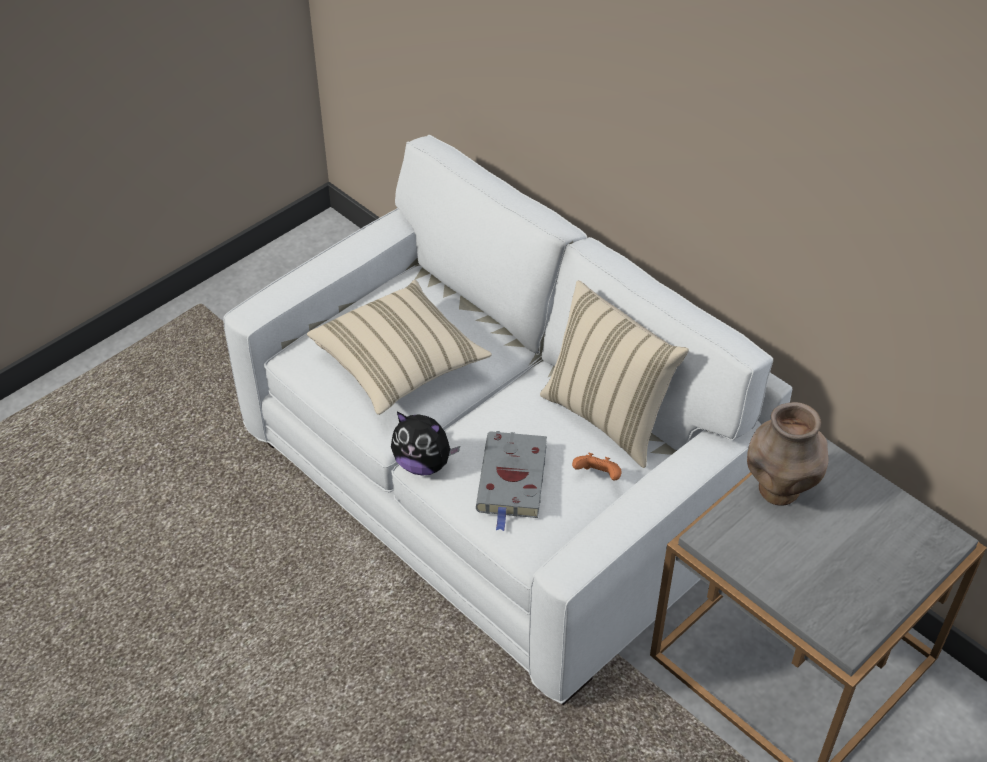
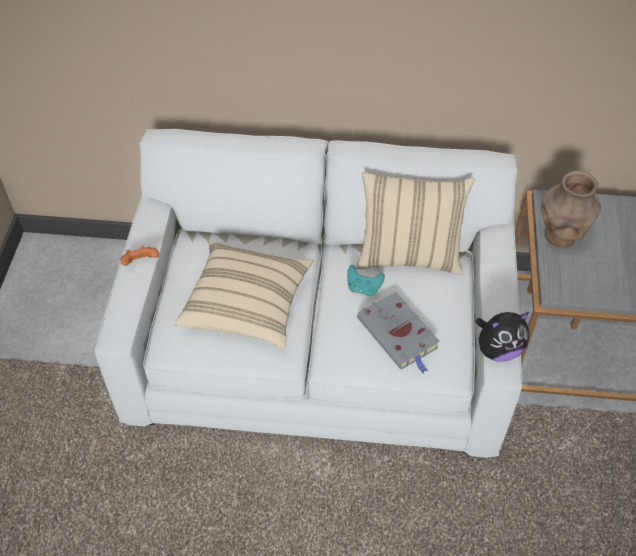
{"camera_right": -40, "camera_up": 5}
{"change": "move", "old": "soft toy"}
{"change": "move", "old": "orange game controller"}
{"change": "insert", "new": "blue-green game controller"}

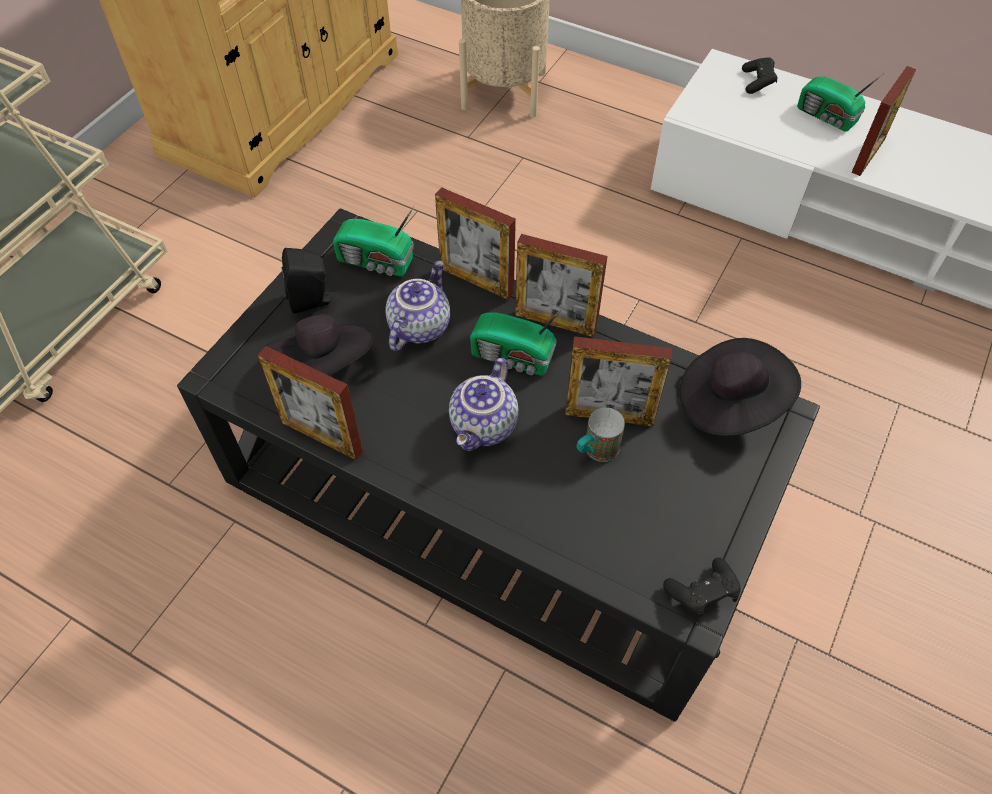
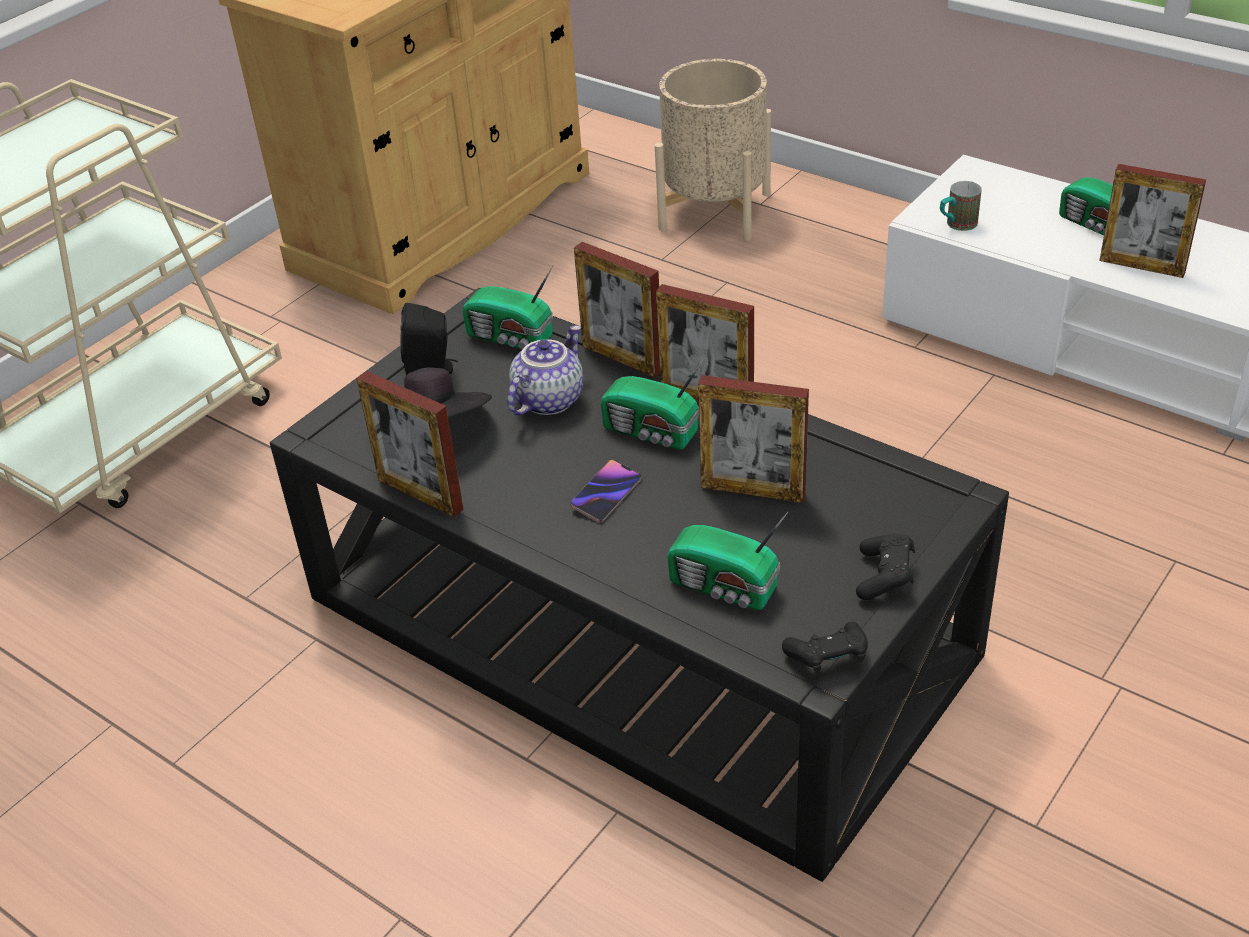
{"camera_right": 10, "camera_up": -15}
{"change": "replace", "old": "pot for tea (2nd from left)", "new": "phone"}
{"change": "move", "old": "coffee mug"}
{"change": "delete", "old": "black-coloured hat (2nd from left)"}
{"change": "move", "old": "black-coloured game controller (2nd from left)"}
{"change": "rotate", "old": "standing frame (5th from left)", "degrees": 75}
{"change": "insert", "new": "radio receiver (3rd from left)"}

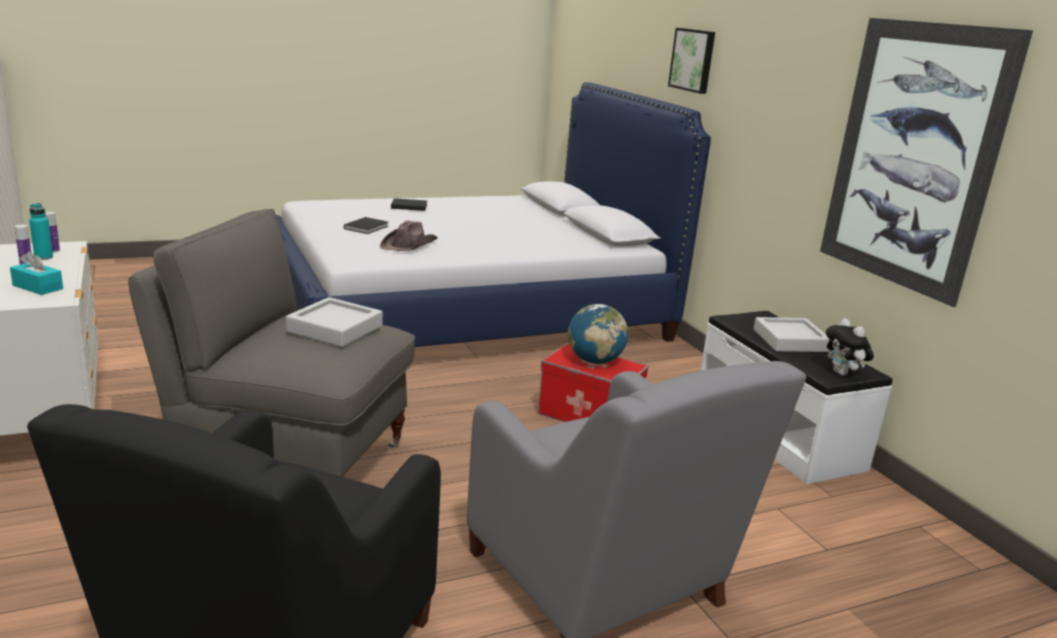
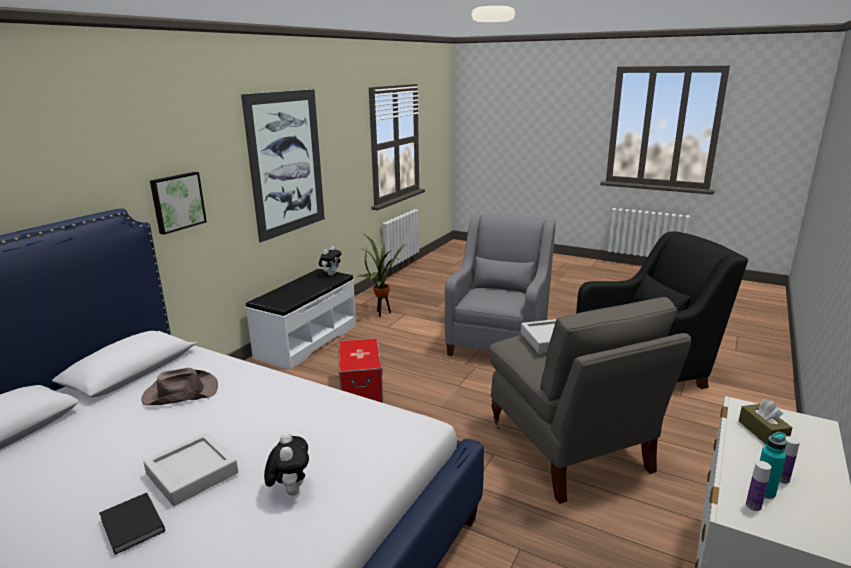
{"camera_right": -125, "camera_up": 0}
{"change": "recolor", "old": "blue-green tissue holder", "new": "brownish tissue holder"}
{"change": "replace", "old": "black-coloured volume (1st from left)", "new": "soft toy (1st from left)"}
{"change": "move", "old": "brownish hat"}
{"change": "delete", "old": "desk globe"}
{"change": "move", "old": "wall art (1st from left)"}
{"change": "move", "old": "grey tray (2nd from left in the first image)", "new": "grey tray (1st from left)"}
{"change": "insert", "new": "plant in a pot"}

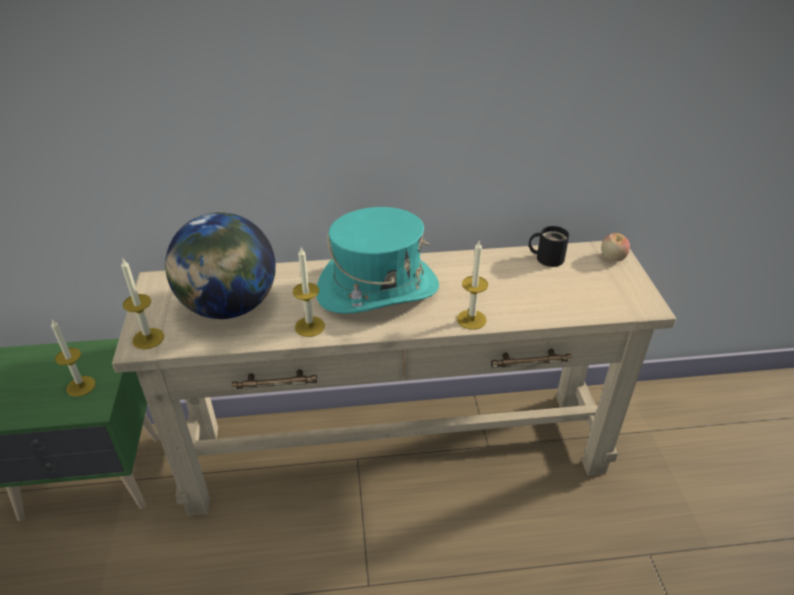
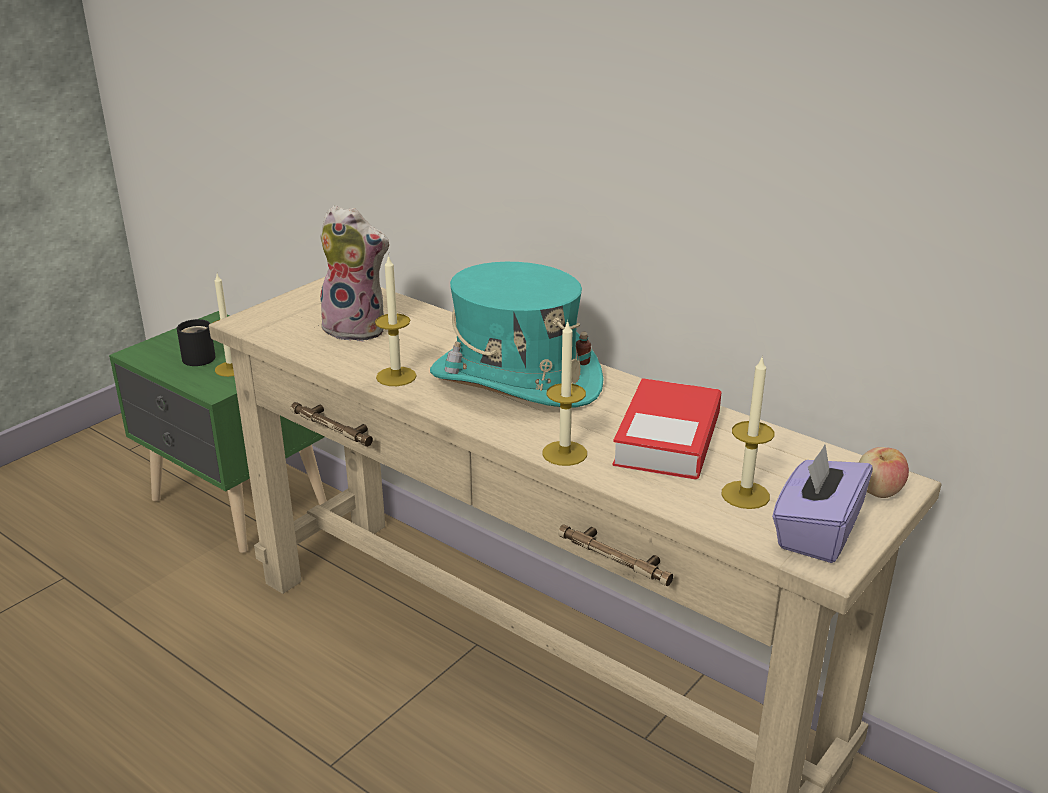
{"camera_right": 45, "camera_up": -10}
{"change": "move", "old": "wax light (2nd from left in the first image)", "new": "wax light (4th from left)"}
{"change": "replace", "old": "desk globe", "new": "soft toy"}
{"change": "move", "old": "black-coloured coffee mug"}
{"change": "insert", "new": "volume"}
{"change": "insert", "new": "purplish tissue holder"}

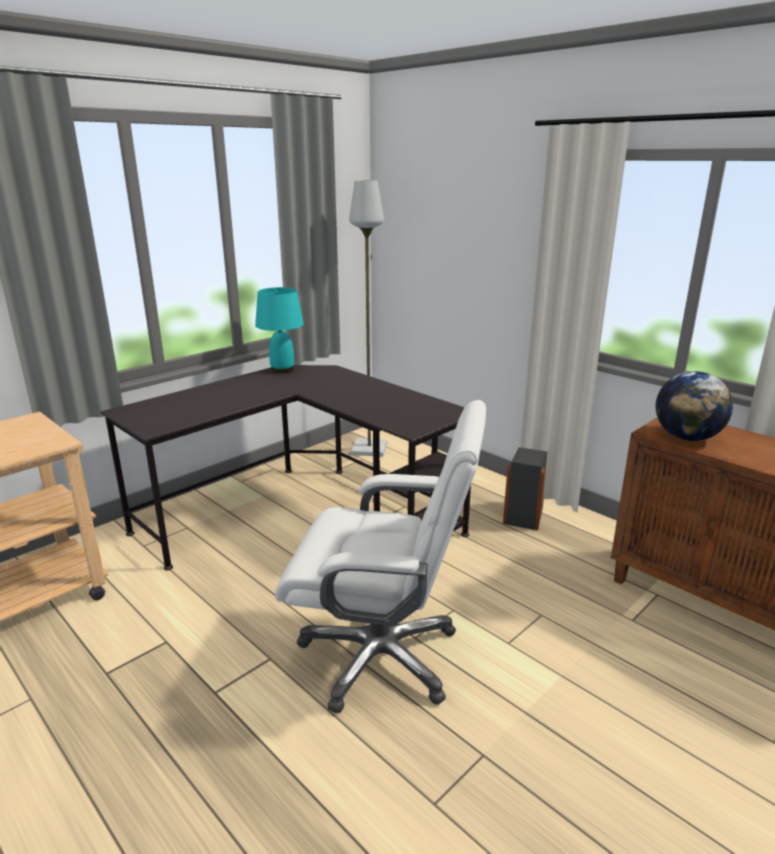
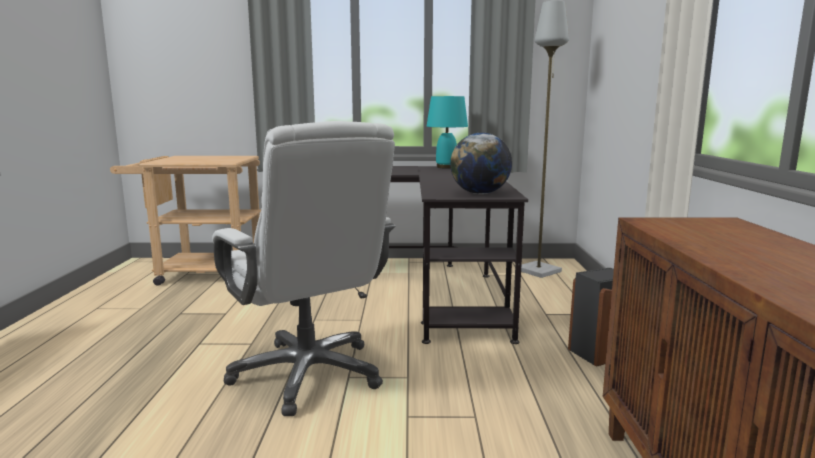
{"camera_right": 45, "camera_up": -10}
{"change": "move", "old": "desk globe"}

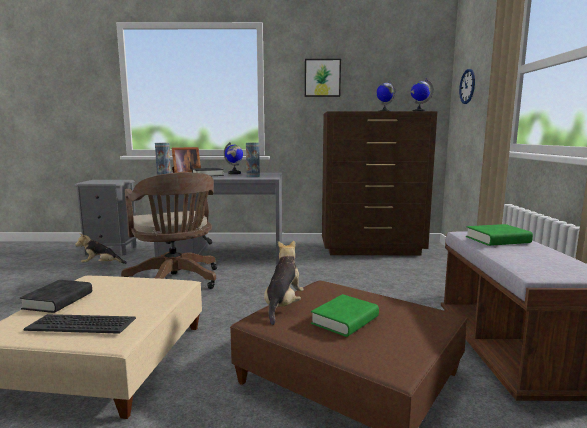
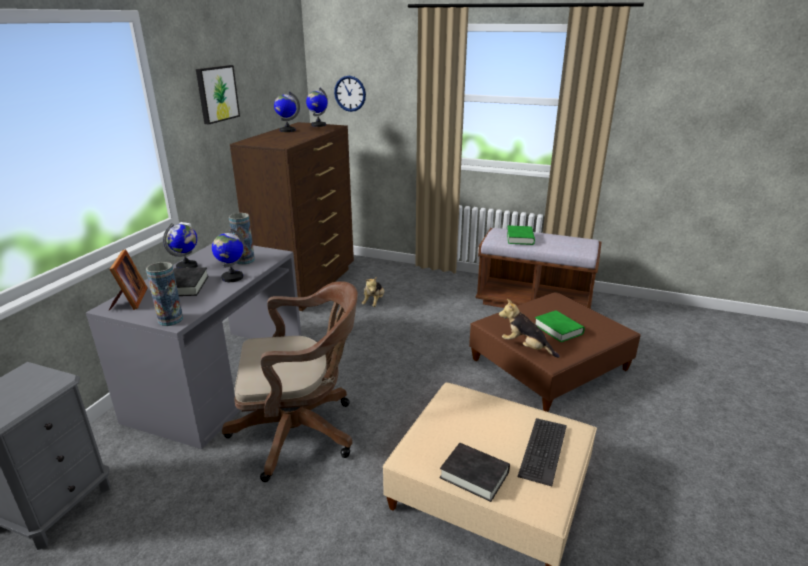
{"camera_right": -70, "camera_up": 15}
{"change": "move", "old": "soft toy (1st from left)"}
{"change": "insert", "new": "desk globe (2nd from left)"}

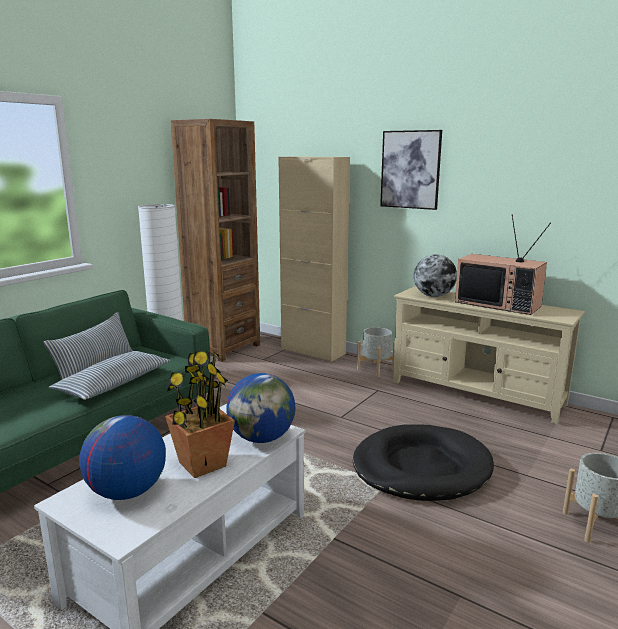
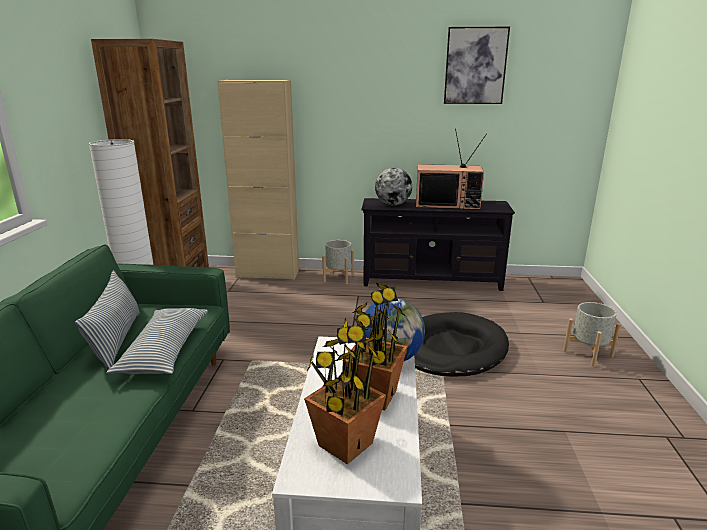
{"camera_right": -30, "camera_up": 5}
{"change": "replace", "old": "desk globe (1st from left)", "new": "plant in a pot (1st from left)"}
{"change": "move", "old": "wall art"}
{"change": "recolor", "old": "beige media console", "new": "black-coloured media console"}

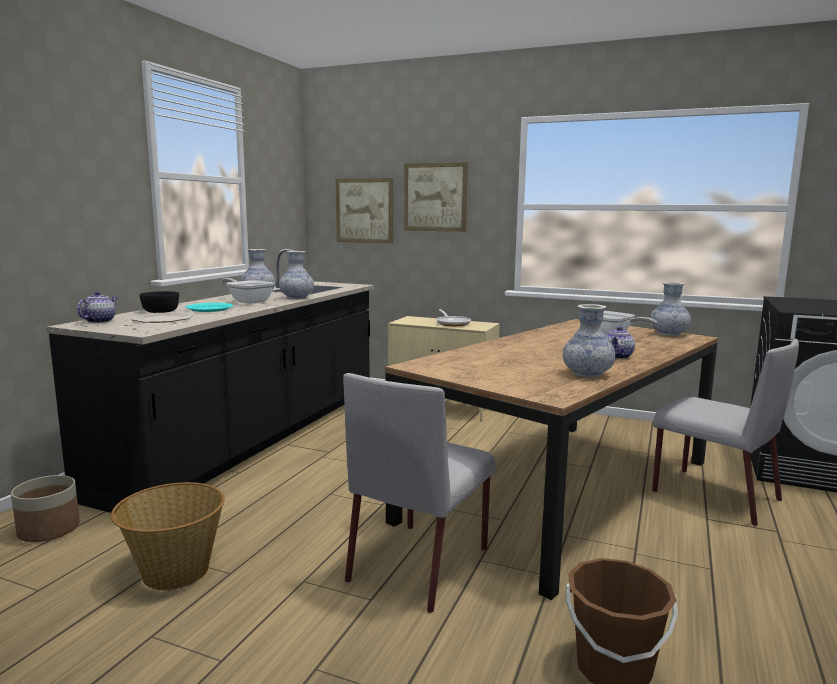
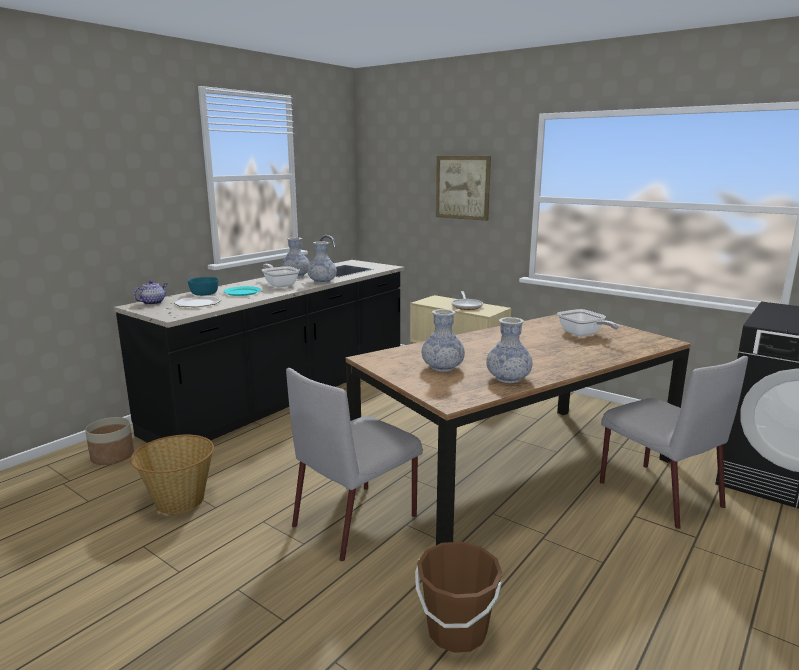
{"camera_right": 15, "camera_up": 5}
{"change": "recolor", "old": "black-coloured bowl", "new": "blue-green bowl"}
{"change": "delete", "old": "wall art (1st from left)"}
{"change": "delete", "old": "pot for tea (2nd from left)"}
{"change": "move", "old": "flower vase (4th from left in the first image)", "new": "flower vase (3rd from left)"}

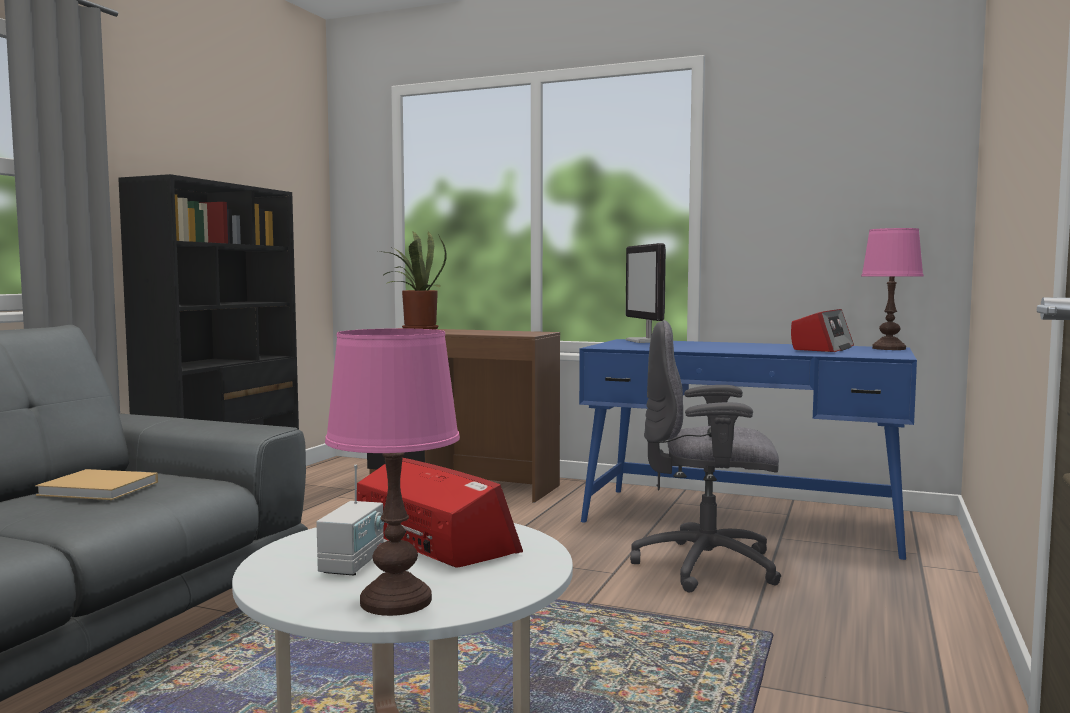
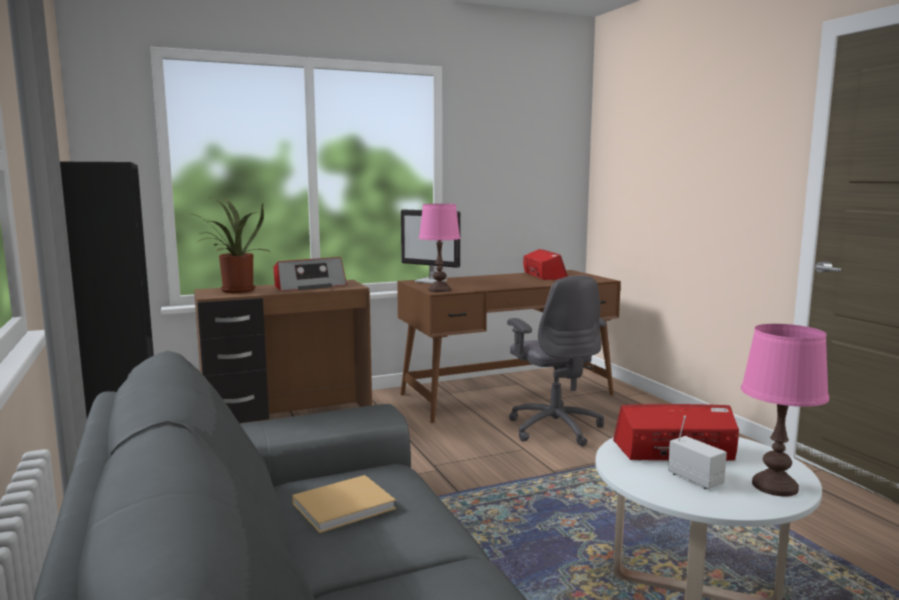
{"camera_right": -45, "camera_up": 5}
{"change": "recolor", "old": "blue-coloured desk table", "new": "brownish desk table (2nd from left)"}
{"change": "rotate", "old": "grey desk chair", "degrees": -75}
{"change": "move", "old": "pink table lamp (2nd from left in the first image)", "new": "pink table lamp (1st from left)"}
{"change": "insert", "new": "radio receiver (1st from left)"}

